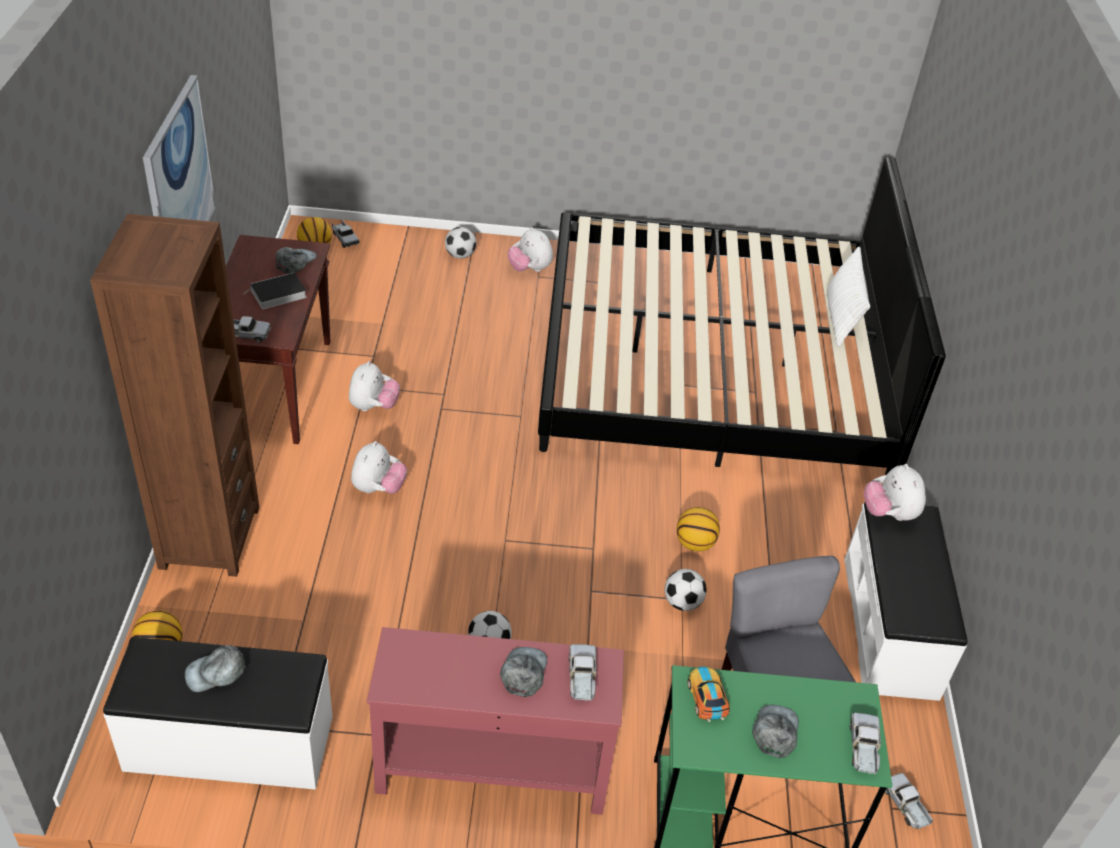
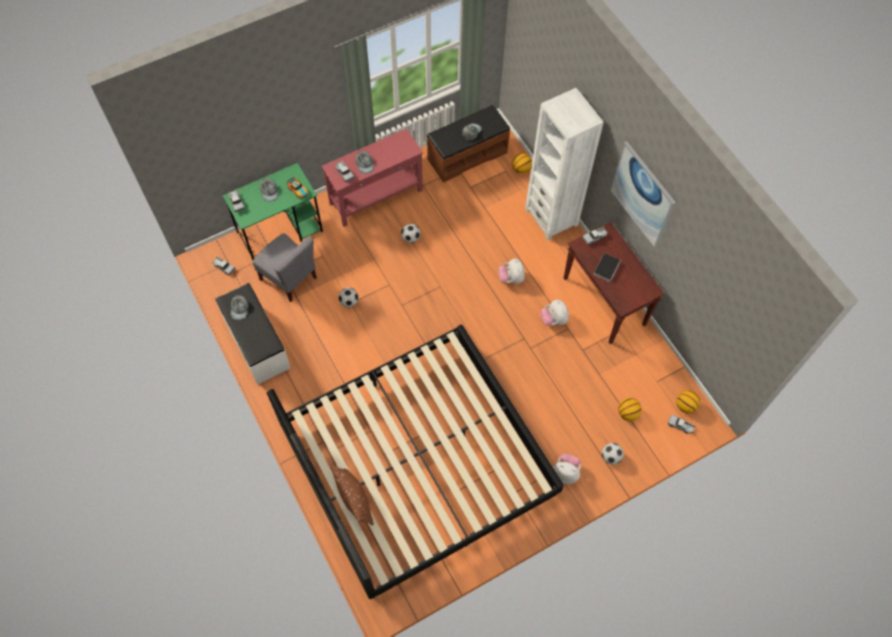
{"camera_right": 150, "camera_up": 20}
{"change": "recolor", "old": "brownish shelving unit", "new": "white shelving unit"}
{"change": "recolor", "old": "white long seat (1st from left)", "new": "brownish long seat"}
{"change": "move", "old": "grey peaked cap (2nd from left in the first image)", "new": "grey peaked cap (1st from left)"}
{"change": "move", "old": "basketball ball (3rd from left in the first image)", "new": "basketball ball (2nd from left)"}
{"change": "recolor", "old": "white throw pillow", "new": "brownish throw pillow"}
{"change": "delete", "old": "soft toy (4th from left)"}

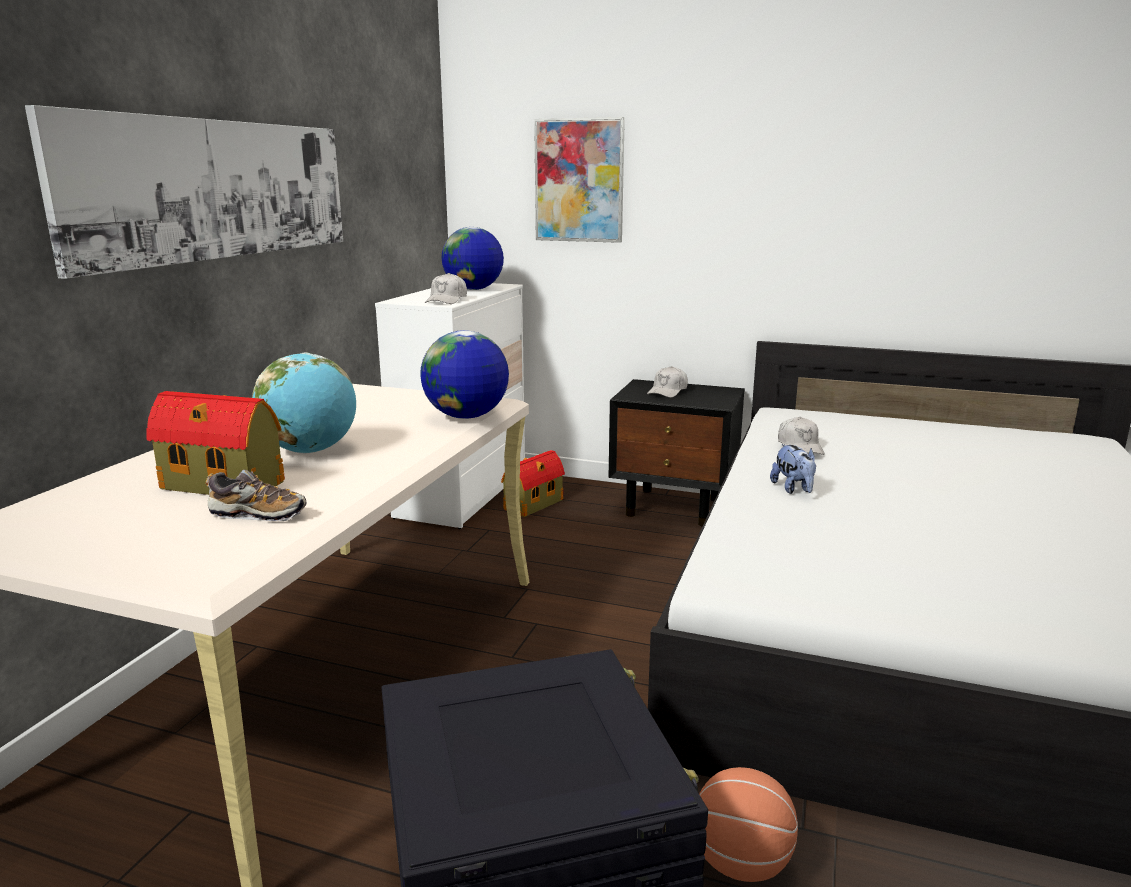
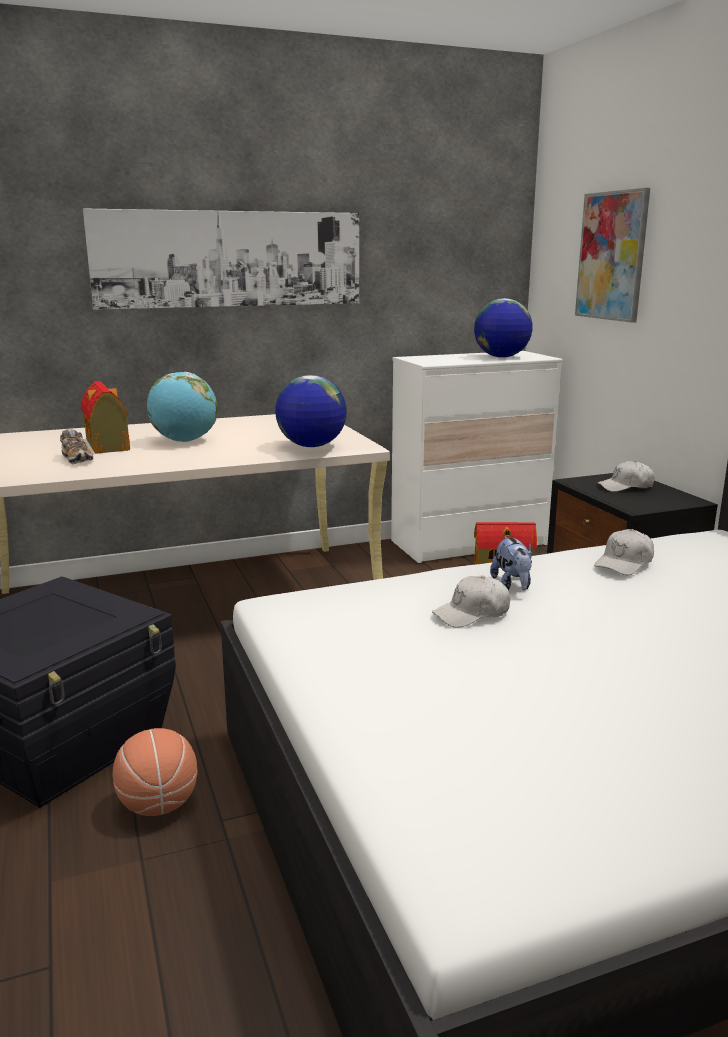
{"camera_right": 50, "camera_up": 0}
{"change": "move", "old": "white peaked cap (1st from left)"}
{"change": "rotate", "old": "soft toy", "degrees": -45}

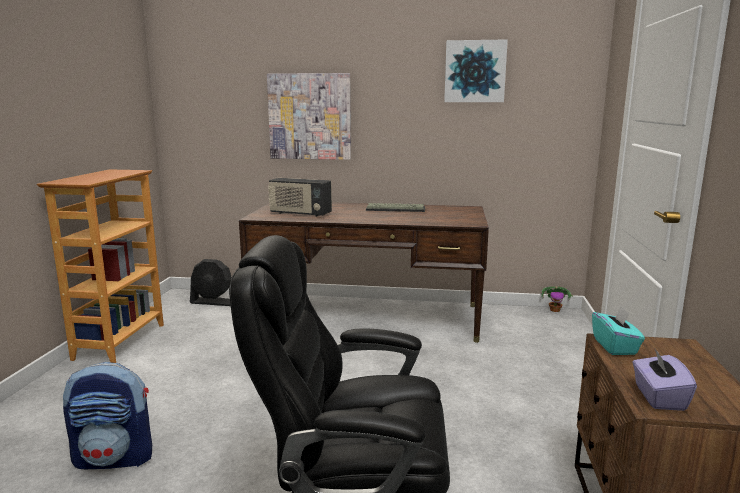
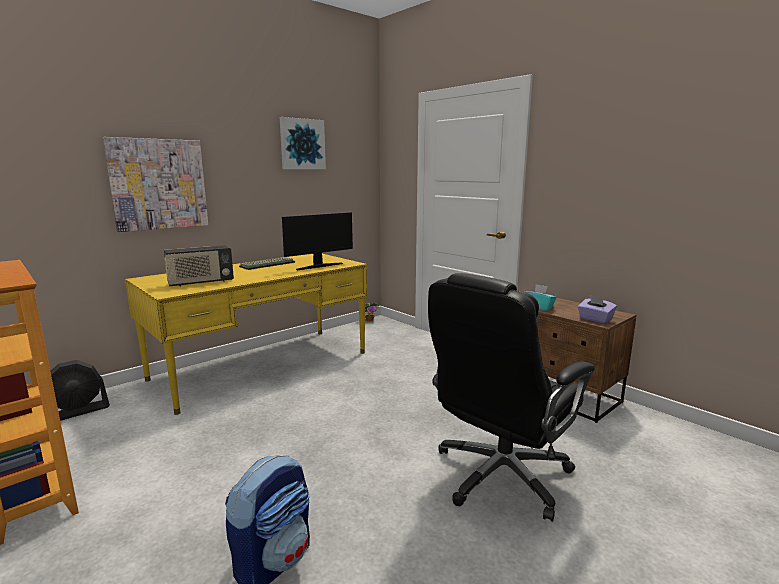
{"camera_right": -50, "camera_up": 0}
{"change": "recolor", "old": "brownish desk table", "new": "yellow desk table"}
{"change": "insert", "new": "monitor"}

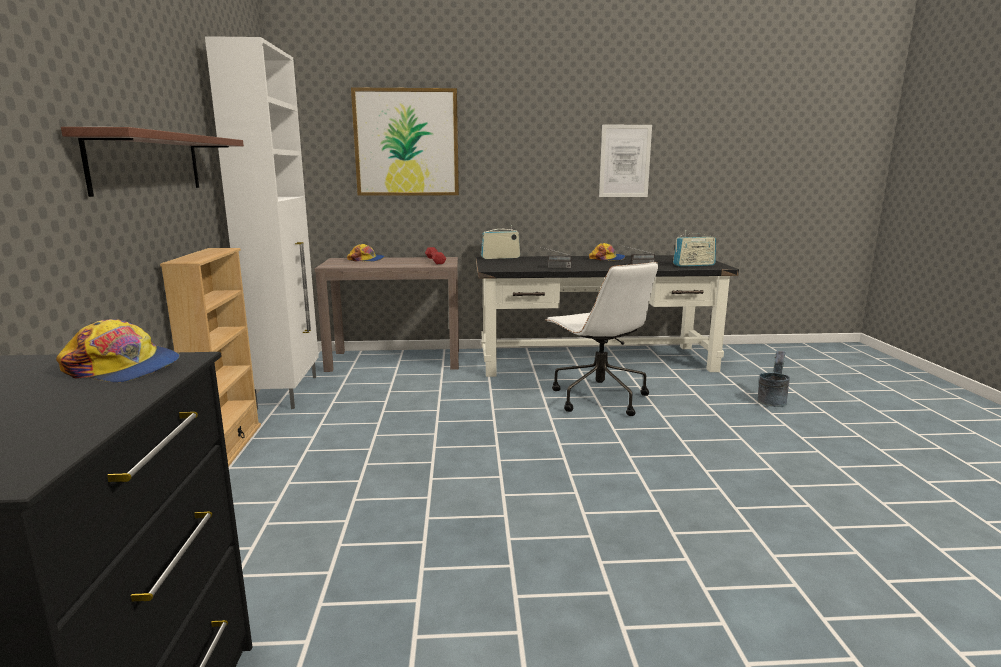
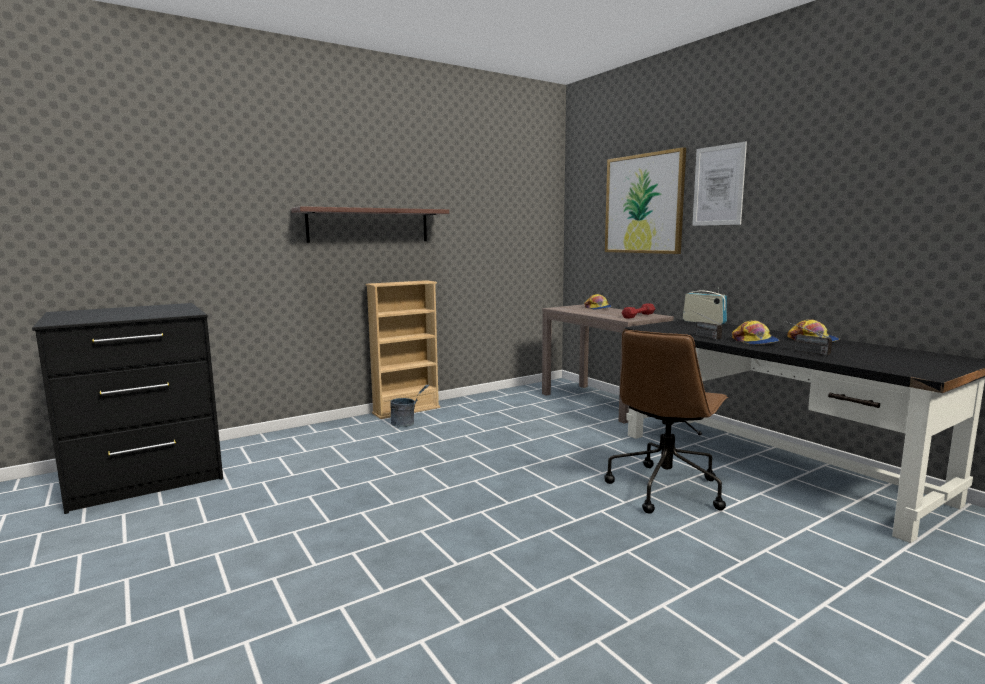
{"camera_right": 60, "camera_up": -5}
{"change": "move", "old": "peaked cap (1st from left in the first image)", "new": "peaked cap (2nd from left)"}
{"change": "delete", "old": "white storage cabinet"}
{"change": "recolor", "old": "white desk chair", "new": "brownish desk chair"}
{"change": "move", "old": "wall art (2nd from left)"}
{"change": "delete", "old": "radio receiver (4th from left)"}
{"change": "move", "old": "grey pail"}

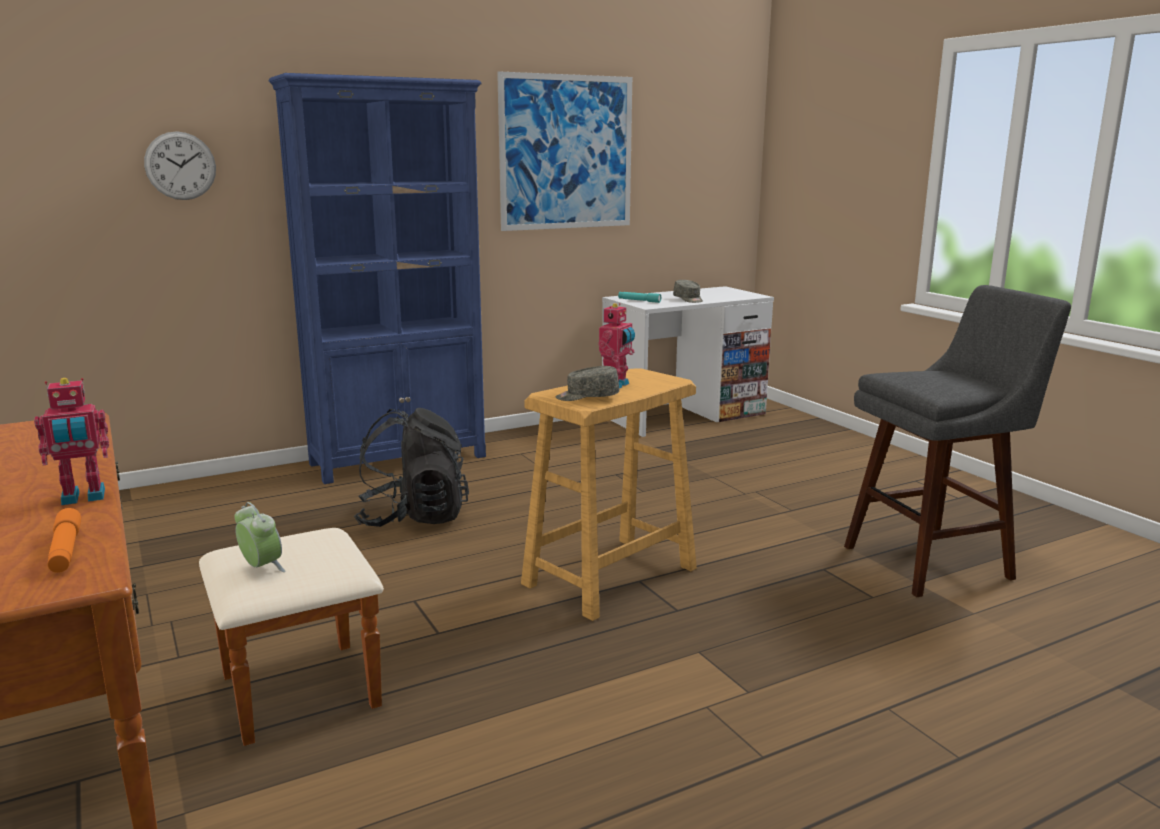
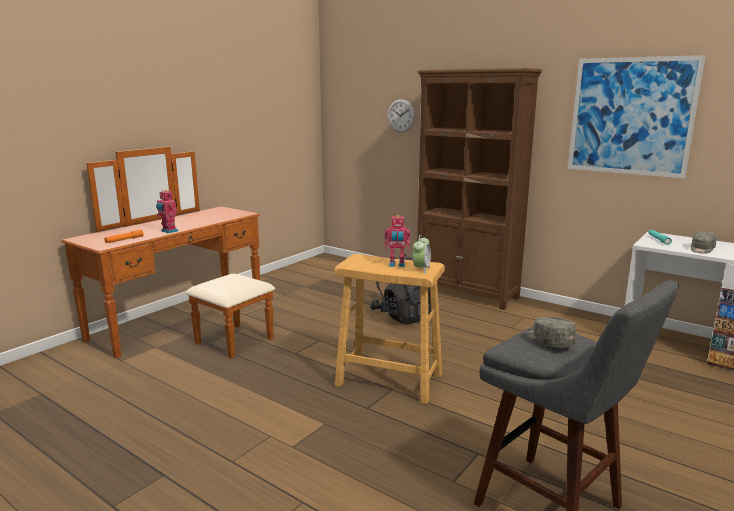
{"camera_right": 65, "camera_up": 0}
{"change": "move", "old": "alarm clock"}
{"change": "recolor", "old": "blue-coloured shelving unit", "new": "brownish shelving unit"}
{"change": "move", "old": "grey peaked cap (1st from left)"}

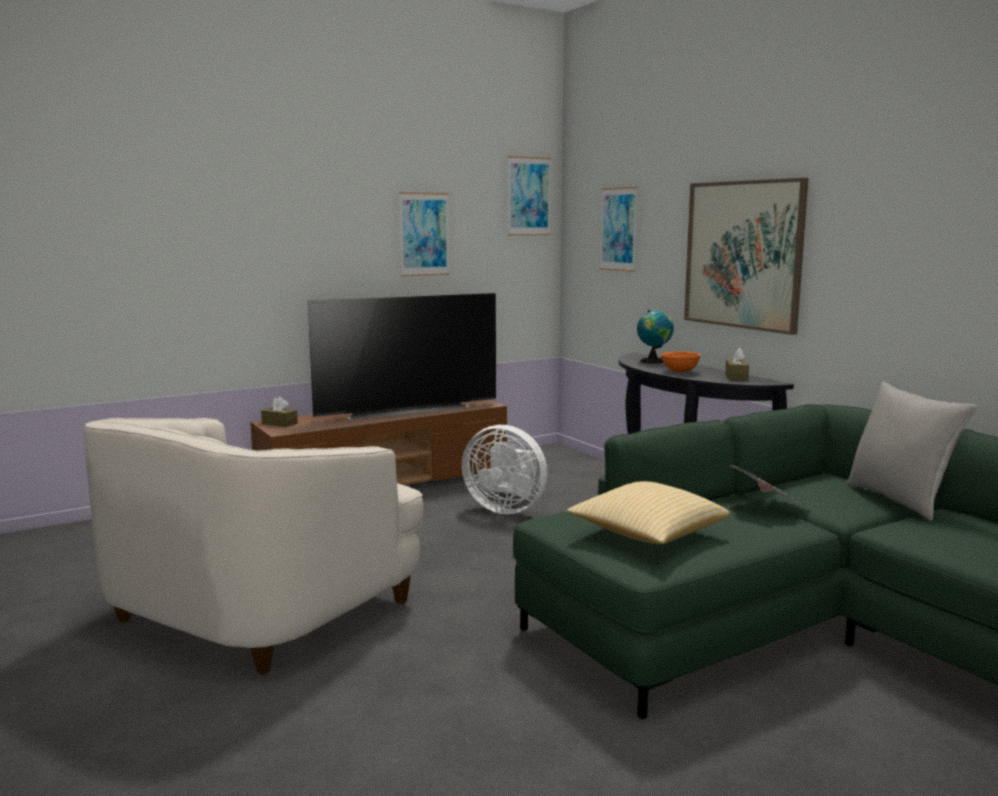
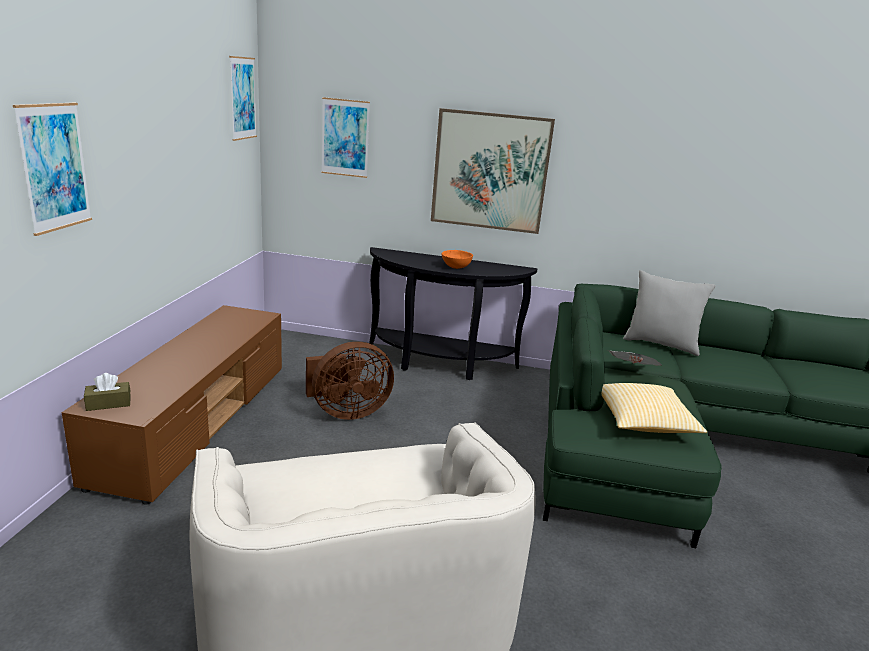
{"camera_right": -50, "camera_up": 10}
{"change": "delete", "old": "TV set"}
{"change": "move", "old": "wall art (1st from left)"}
{"change": "recolor", "old": "white fan", "new": "brownish fan"}
{"change": "delete", "old": "desk globe"}
{"change": "delete", "old": "brownish tissue holder (2nd from left)"}

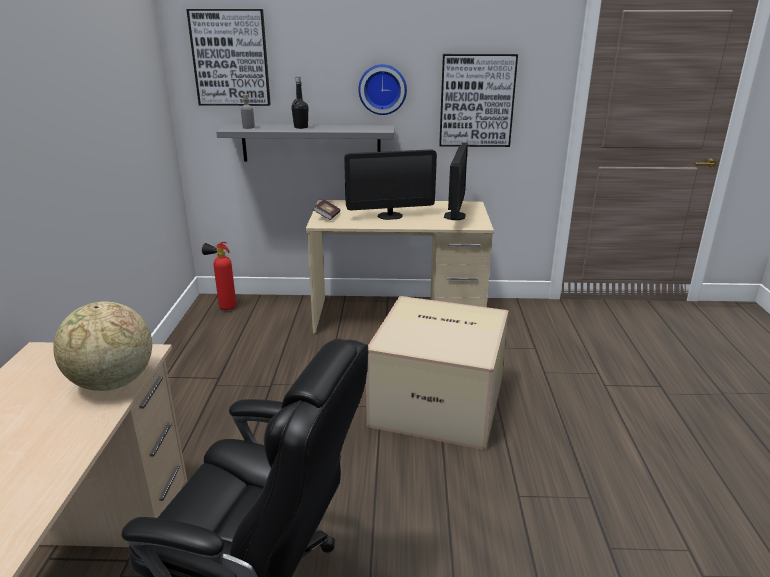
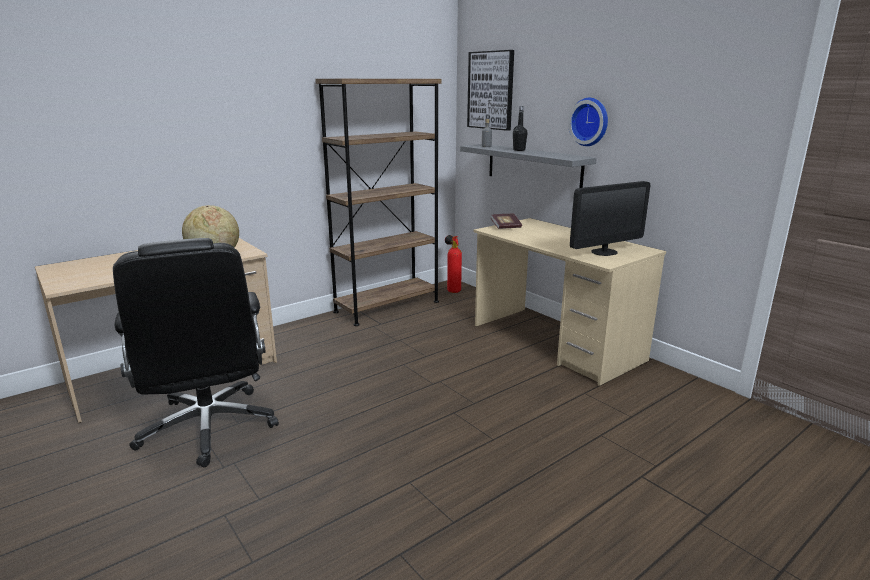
{"camera_right": 50, "camera_up": -5}
{"change": "delete", "old": "monitor (1st from left)"}
{"change": "delete", "old": "packing box"}
{"change": "delete", "old": "wall art (2nd from left)"}
{"change": "insert", "new": "brownish shelving unit"}

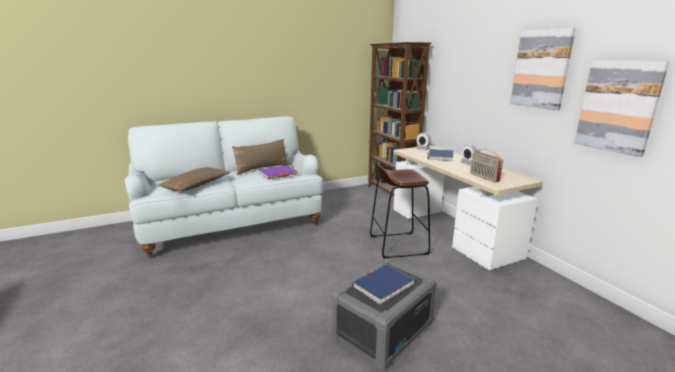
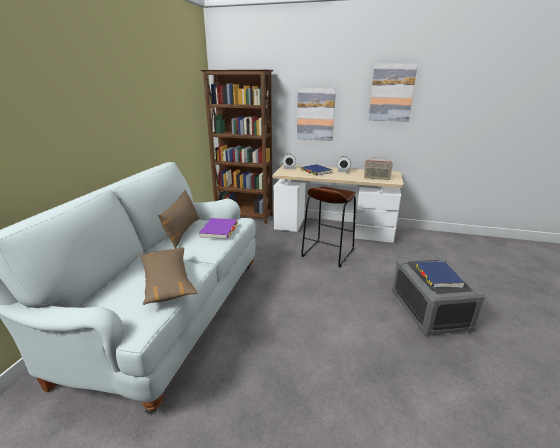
{"camera_right": -50, "camera_up": 5}
{"change": "move", "old": "wall art (2nd from left in the first image)", "new": "wall art (1st from left)"}

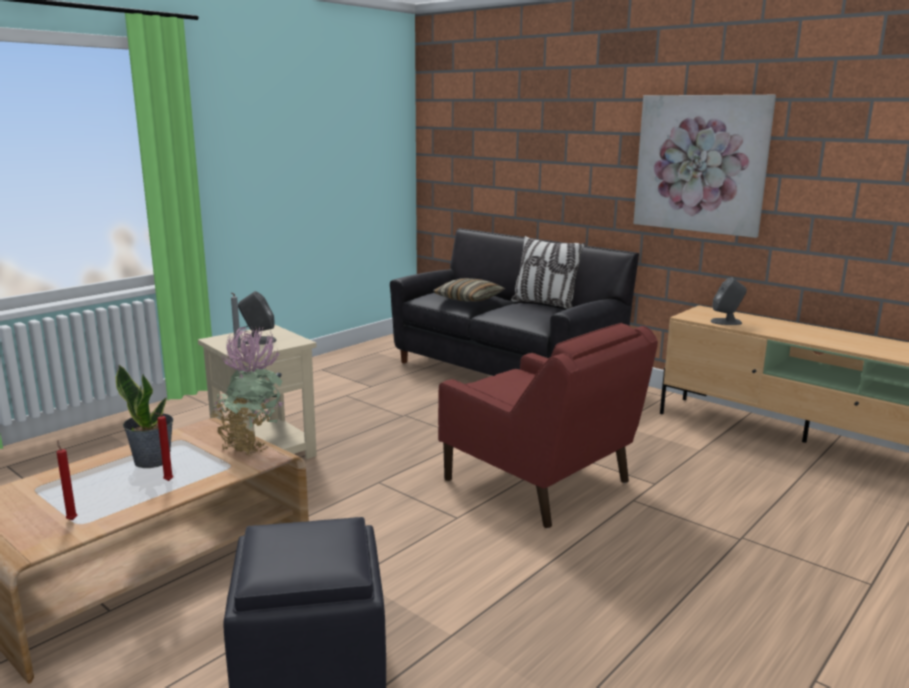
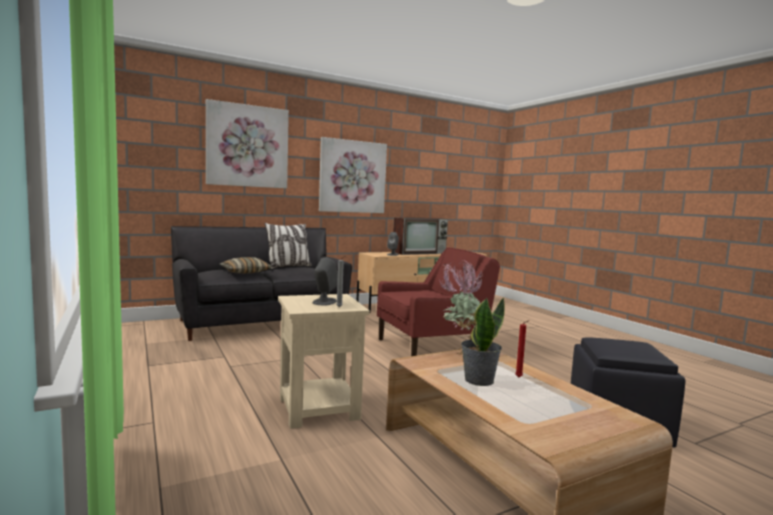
{"camera_right": -70, "camera_up": -10}
{"change": "delete", "old": "red-coloured wax light (1st from left)"}
{"change": "insert", "new": "wall art (1st from left)"}
{"change": "insert", "new": "TV set"}

